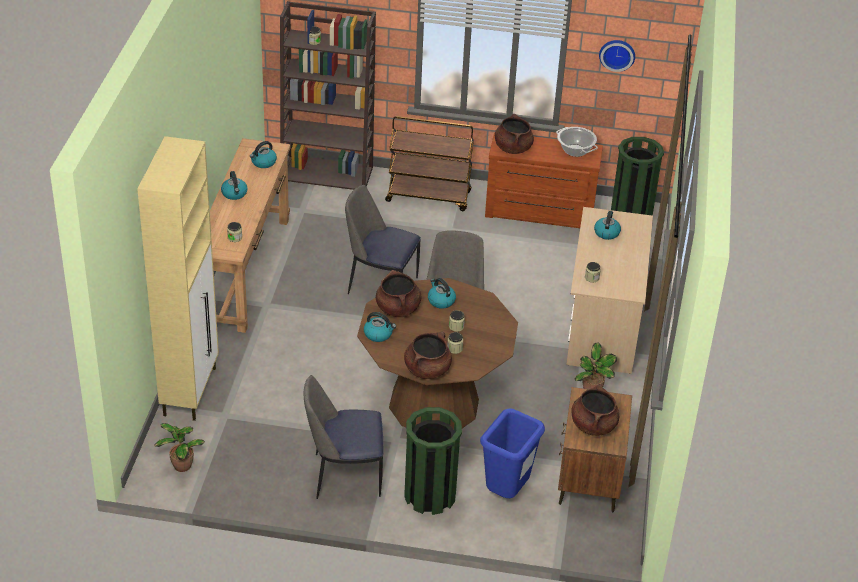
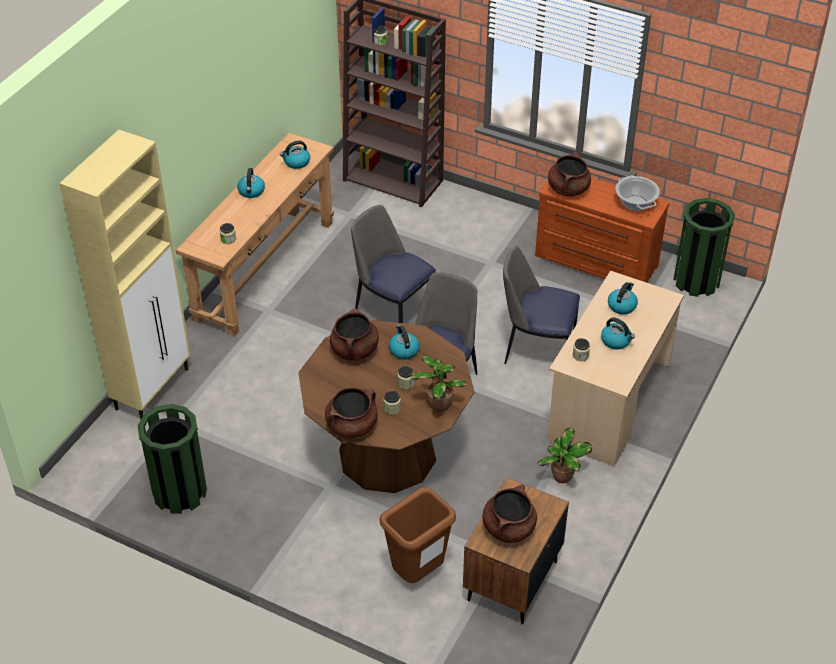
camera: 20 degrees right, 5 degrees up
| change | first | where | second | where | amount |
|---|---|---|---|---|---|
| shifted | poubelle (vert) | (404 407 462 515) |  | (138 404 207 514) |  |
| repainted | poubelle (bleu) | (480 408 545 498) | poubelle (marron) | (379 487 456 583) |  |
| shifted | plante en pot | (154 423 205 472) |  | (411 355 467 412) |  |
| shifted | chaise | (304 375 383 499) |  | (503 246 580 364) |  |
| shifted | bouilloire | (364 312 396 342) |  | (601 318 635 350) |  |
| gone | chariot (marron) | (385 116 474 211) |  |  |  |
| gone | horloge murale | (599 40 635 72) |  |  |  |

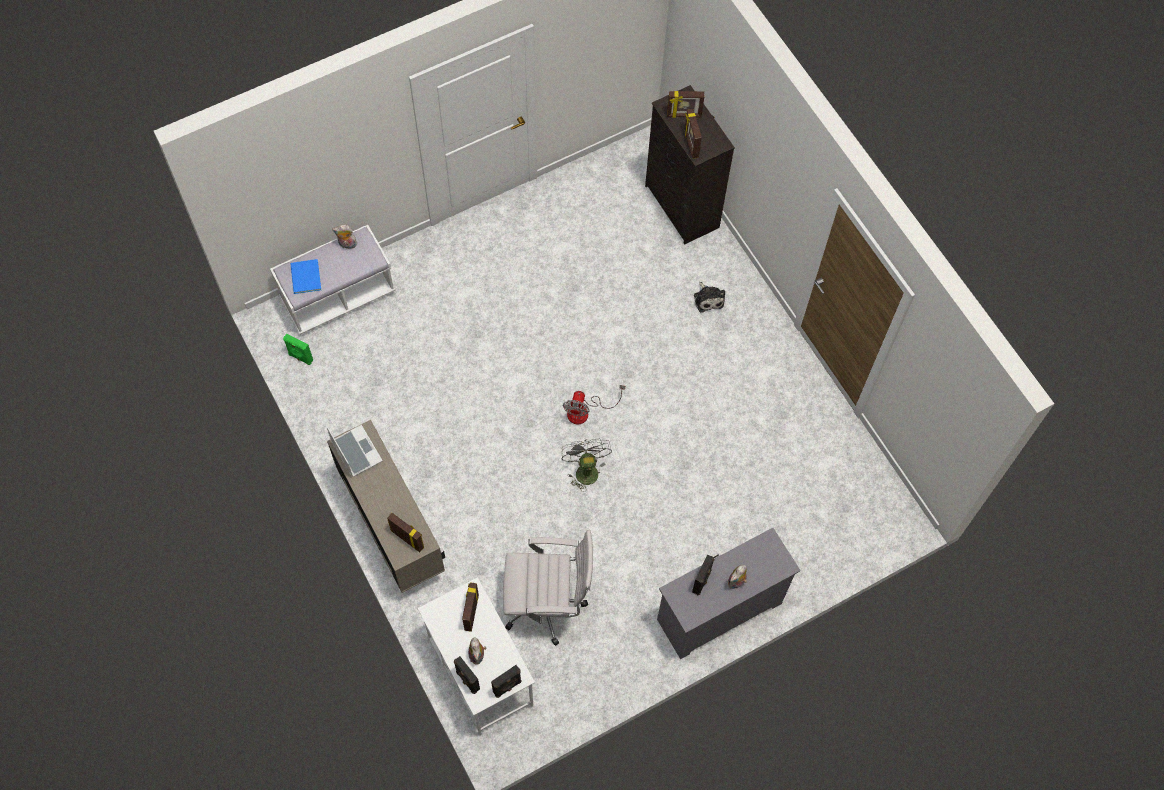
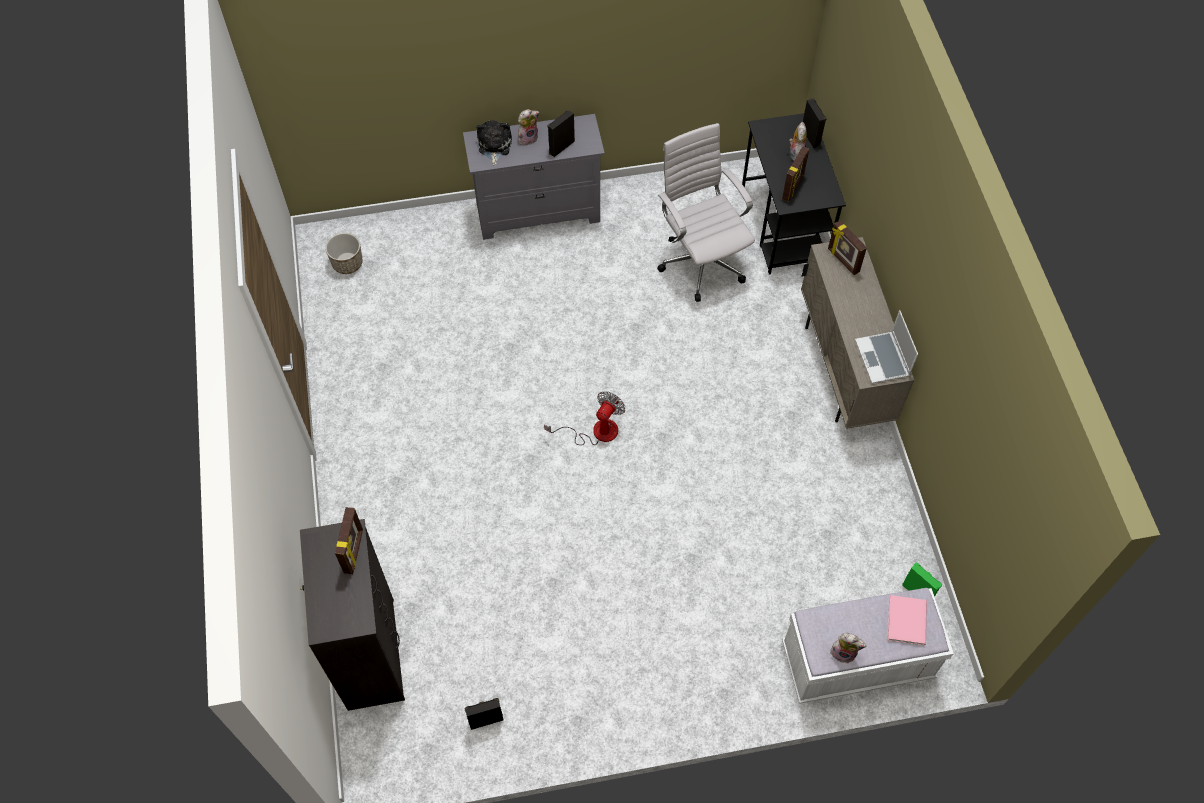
camera: 160 degrees left, 5 degrees down
| change | first | where | second | where | amount |
|---|---|---|---|---|---|
| new |  |  | cache-pot | (325 233 363 274) |  |
| shifted | enceinte (noir) | (491 665 521 698) |  | (464 698 503 730) |  |
| shifted | peluche | (694 282 725 313) |  | (476 120 512 166) |  |
| rotated | chaise de bureau (blanc) | (503 530 593 646) |  | (657 123 755 302) | 45 degrees clockwise |
| repainted | bureau (blanc) | (418 577 535 735) | bureau (noir) | (742 113 846 275) |  |
| repainted | livre (bleu) | (290 259 321 294) | livre (rose) | (888 595 927 645) |  |
| gone | ventilateur (gris) | (561 439 612 492) |  |  |  |
| gone | cadre photo | (667 91 704 118) |  |  |  |

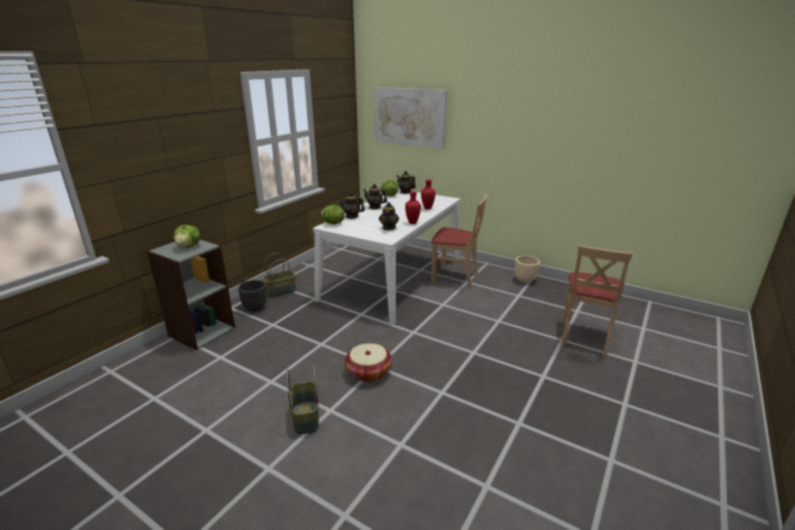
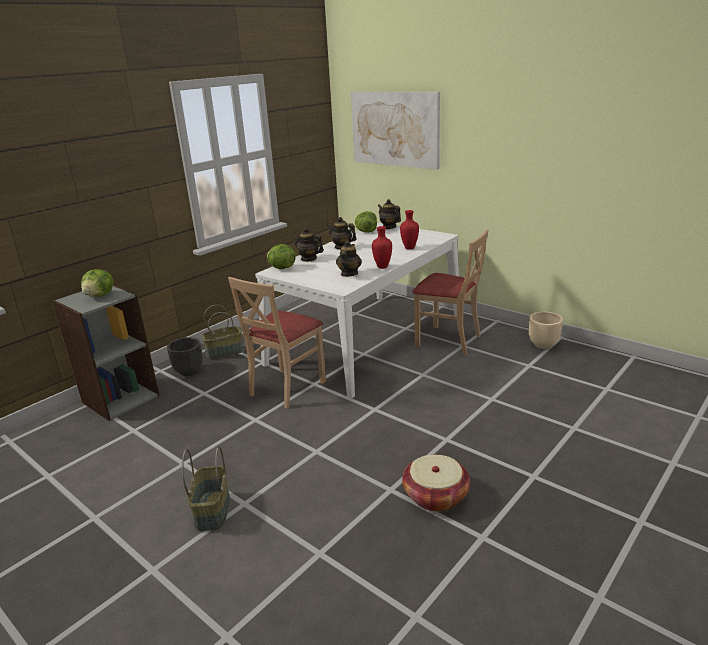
camera: 10 degrees right, 0 degrees up
| change | first | where | second | where | amount |
|---|---|---|---|---|---|
| shifted | chaise (beige) | (561 245 633 356) |  | (228 277 326 409) |  |
| shifted | panier | (345 343 392 382) |  | (402 455 470 512) |  |

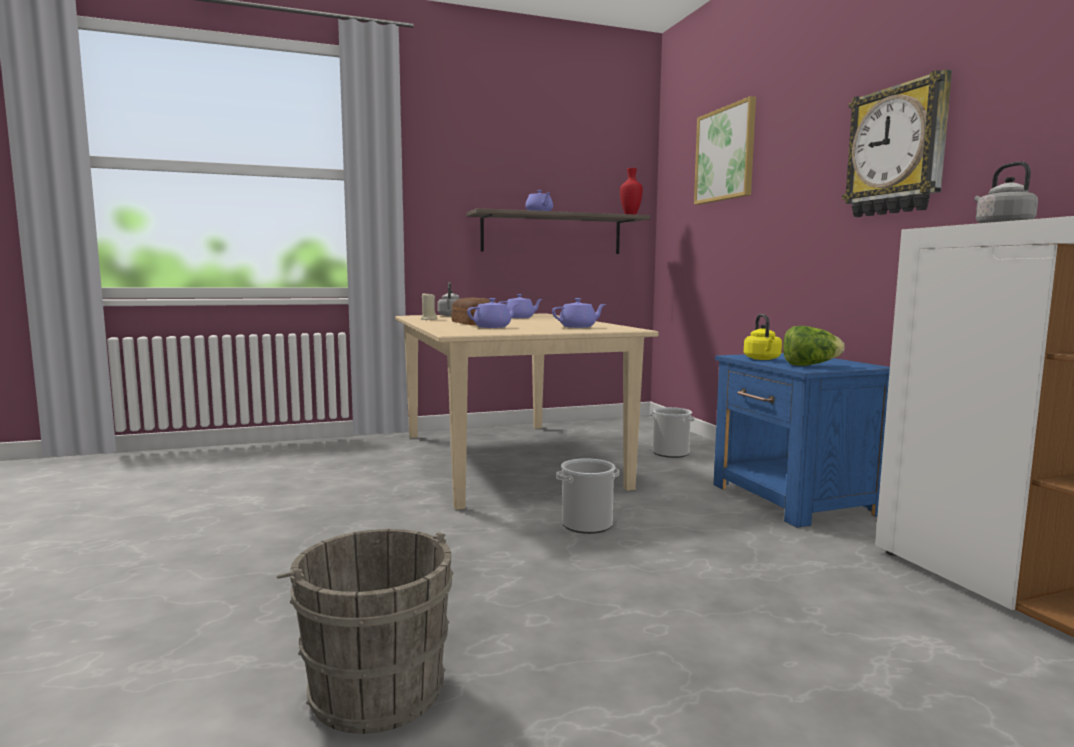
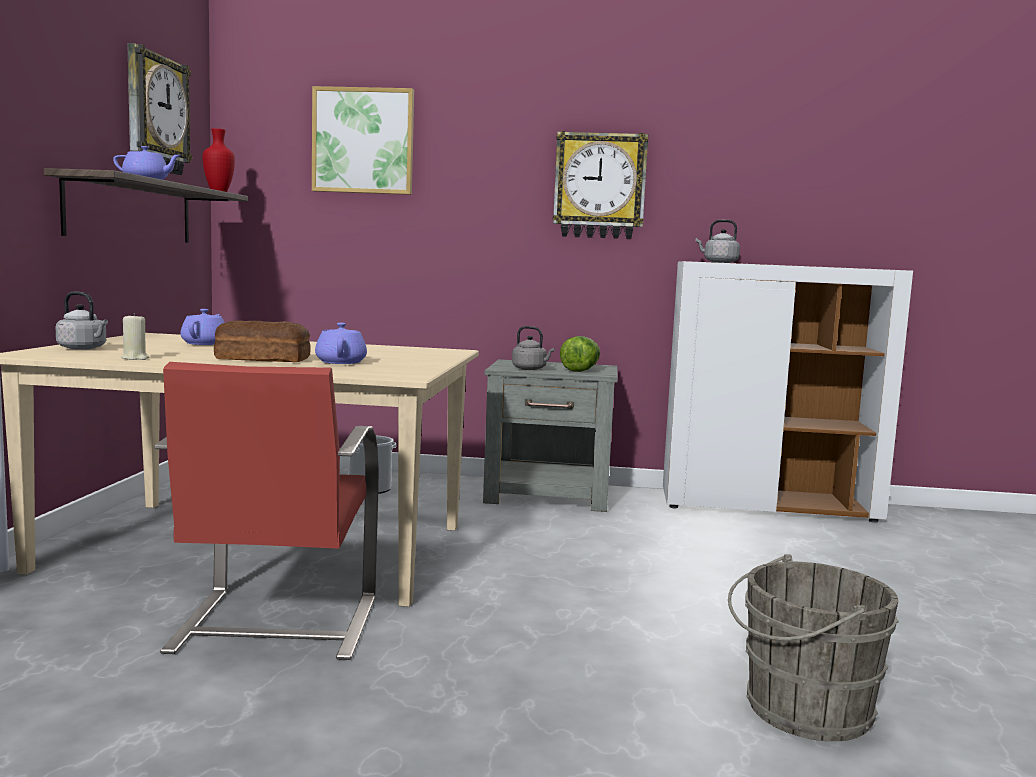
camera: 65 degrees left, 0 degrees up
| change | first | where | second | where | amount |
|---|---|---|---|---|---|
| new |  |  | horloge murale | (127 43 192 175) |  |
| new |  |  | chaise (rouge) | (154 362 379 660) |  |
| repainted | table de chevet (bleu) | (714 353 890 528) | table de chevet (gris) | (483 359 618 512) |  |
| repainted | bouilloire (jaune) | (744 314 782 360) | bouilloire (gris) | (512 326 555 370) |  |
| gone | théière (violet) | (552 298 606 328) |  |  |  |
| gone | seau | (556 459 619 534) |  |  |  |

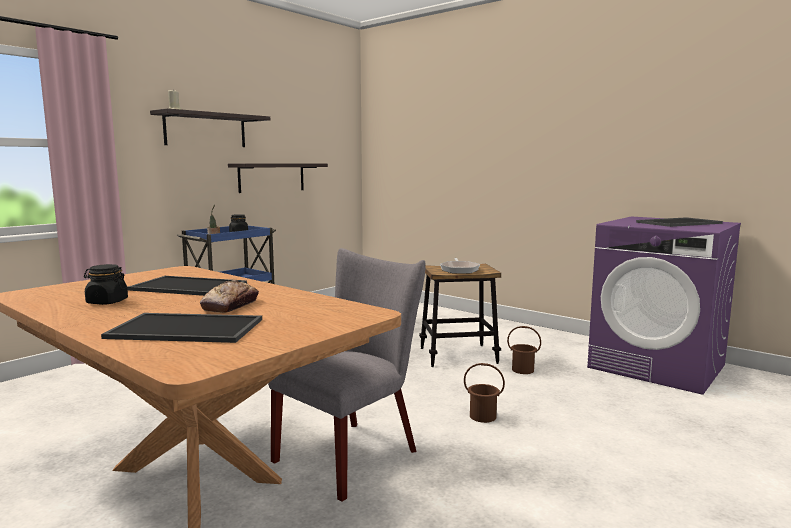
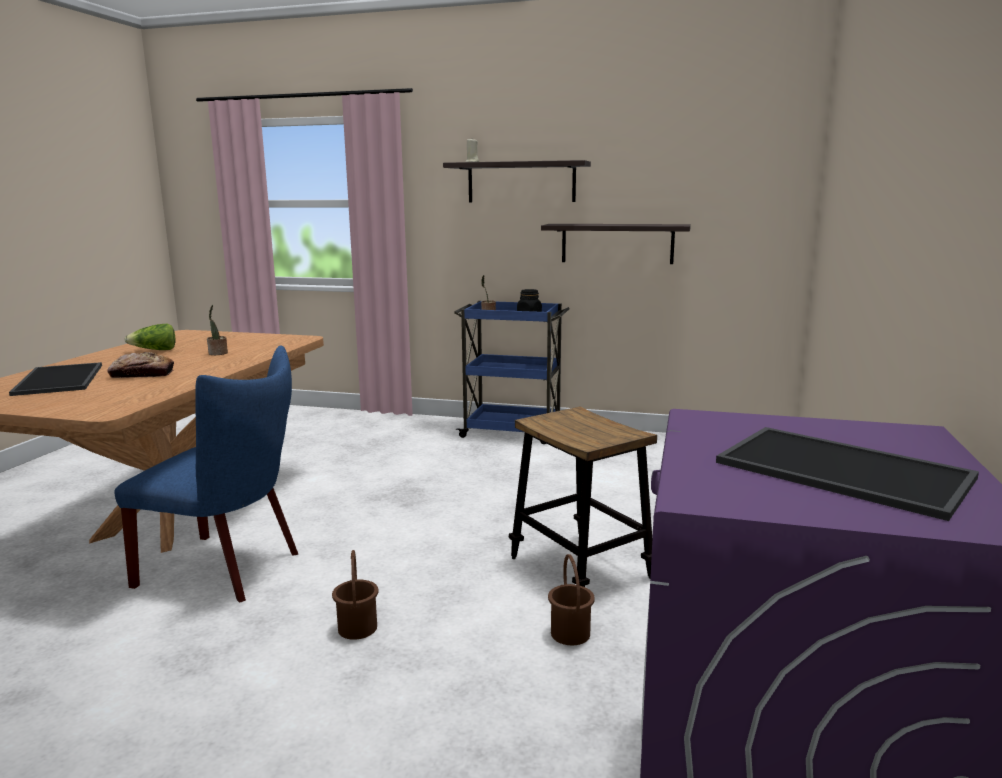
camera: 65 degrees right, 5 degrees up
| change | first | where | second | where | amount |
|---|---|---|---|---|---|
| repainted | chaise (gris) | (268 248 426 502) | chaise (bleu) | (114 345 298 603) |  |
| swapped | bocal (noir) | (84 264 128 305) | laitue | (124 324 176 350) |  |
| swapped | plateau | (127 276 247 296) | plante en pot | (207 305 228 355) |  |
| gone | poêle | (440 258 480 274) |  |  |  |

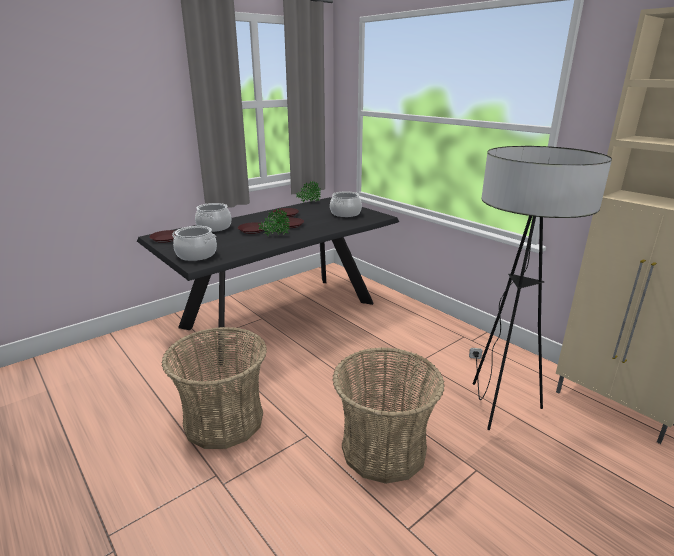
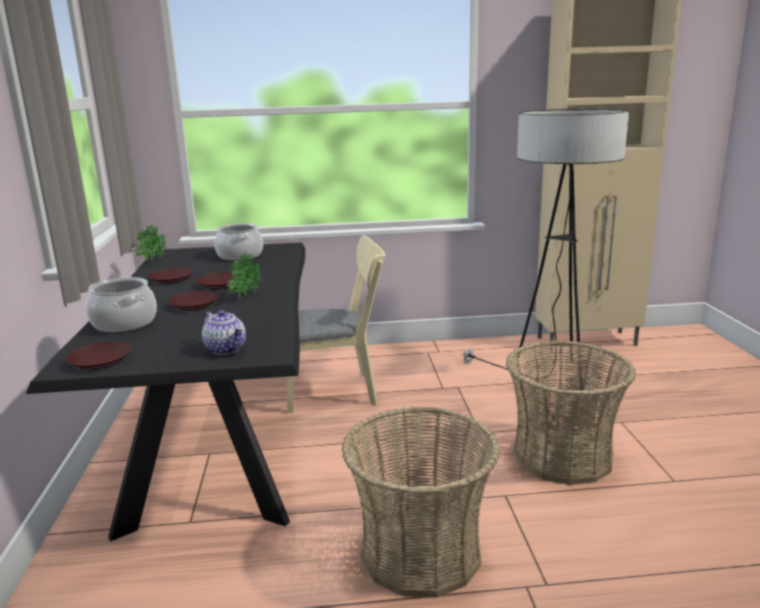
camera: 55 degrees left, 5 degrees down
| change | first | where | second | where | amount |
|---|---|---|---|---|---|
| swapped | marmite | (172 226 217 261) | théière | (202 310 246 355) |  |
| new |  |  | chaise (beige) | (285 235 385 413) |  |

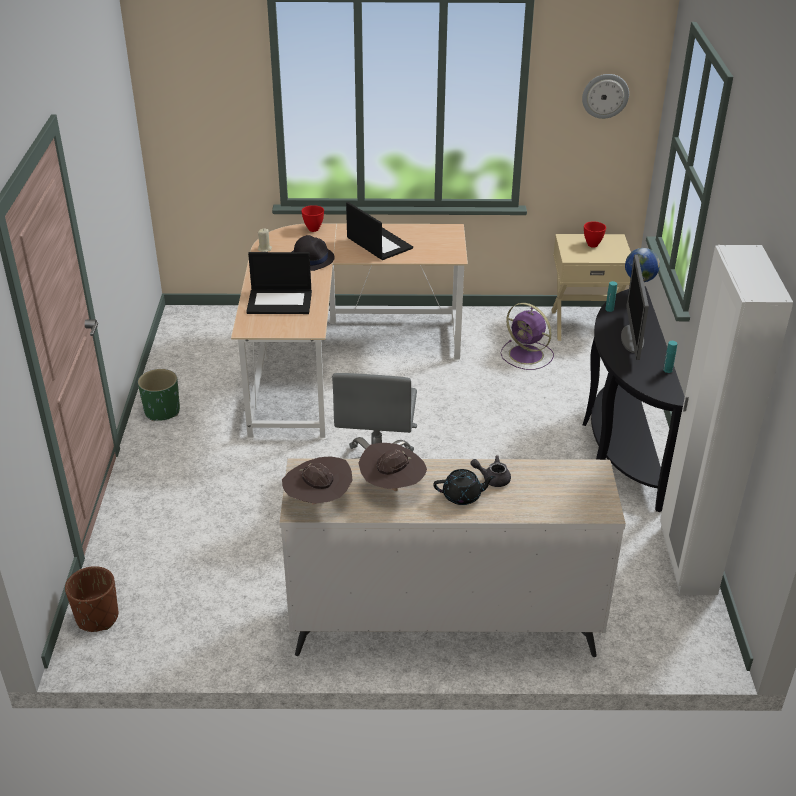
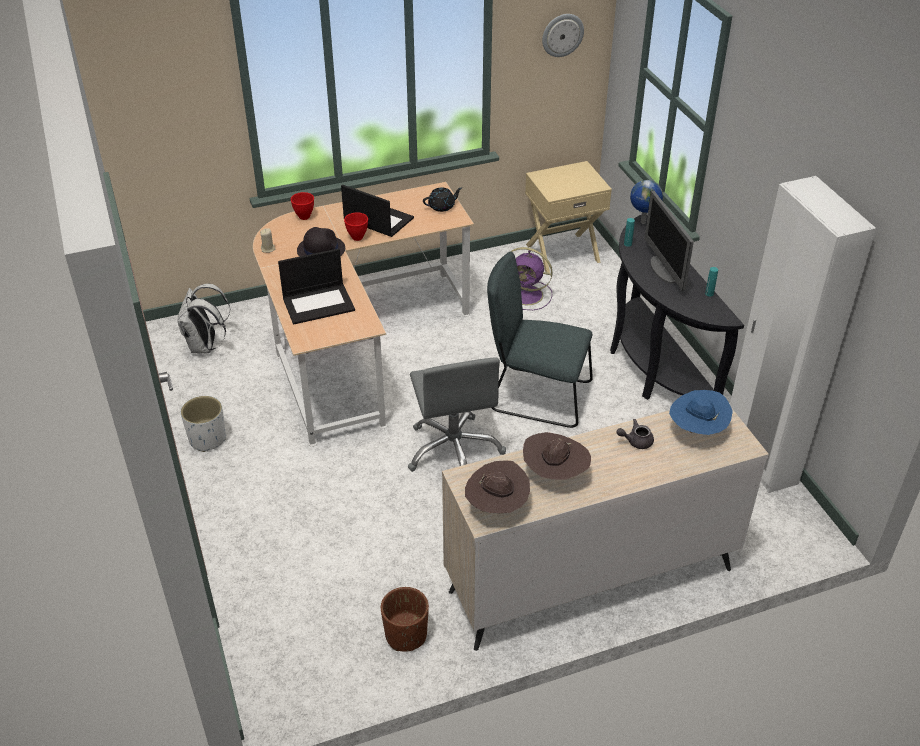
camera: 20 degrees left, 5 degrees up
| change | first | where | second | where | amount |
|---|---|---|---|---|---|
| new |  |  | sac à dos (blanc) | (177 284 230 353) |  |
| repainted | cache-pot (vert) | (138 369 180 421) | cache-pot (blanc) | (181 396 226 452) |  |
| shifted | bol (rouge) | (584 221 606 248) |  | (344 212 368 241) |  |
| shifted | cache-pot (marron) | (65 566 118 632) |  | (381 587 429 652) |  |
| shifted | théière (noir) | (433 469 496 505) |  | (423 188 462 212) |  |
| new |  |  | chaise (gris) | (487 251 593 428) |  |
| new |  |  | chapeau (bleu) | (669 390 733 435) |  |

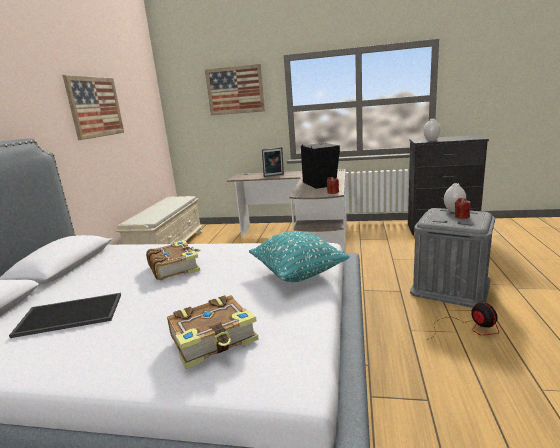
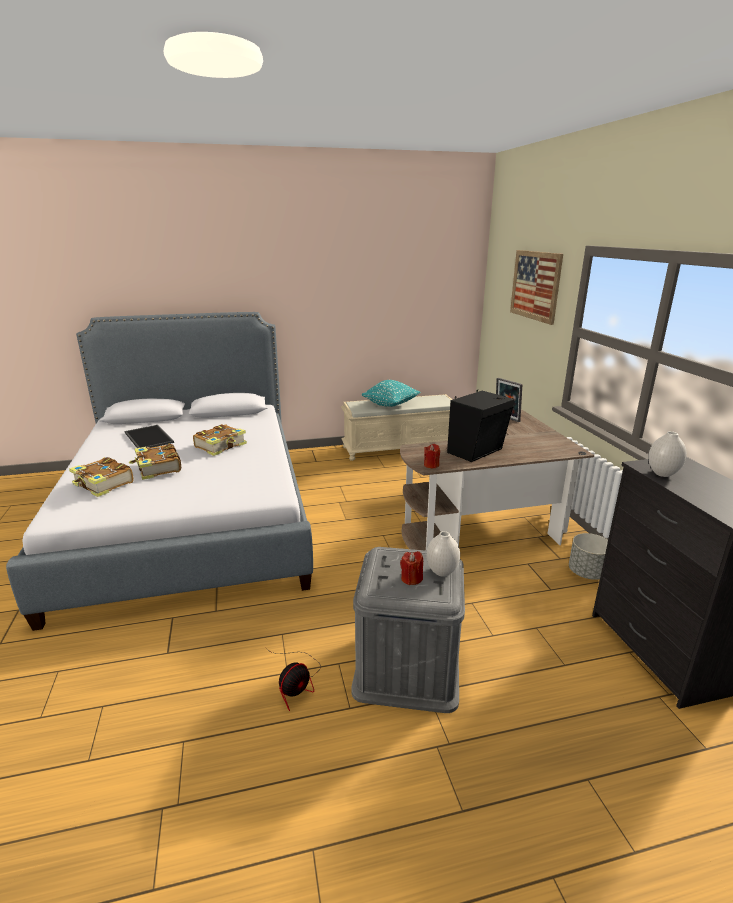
camera: 65 degrees right, 5 degrees up
| change | first | where | second | where | amount |
|---|---|---|---|---|---|
| new |  |  | livre | (129 444 181 480) |  |
| shifted | coussin (turquoise) | (249 231 350 282) |  | (362 380 420 407) |  |
| new |  |  | cache-pot (gris) | (569 533 608 580) |  |
| gone | tableau | (63 75 124 140) |  |  |  |

